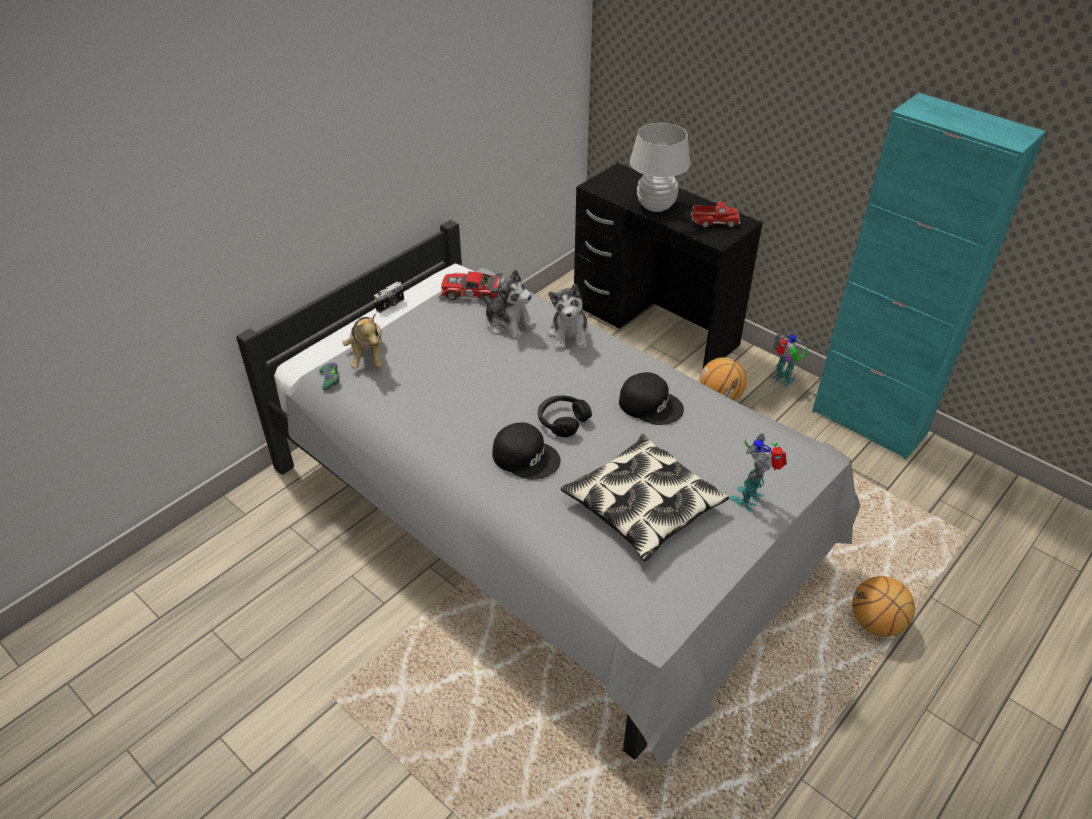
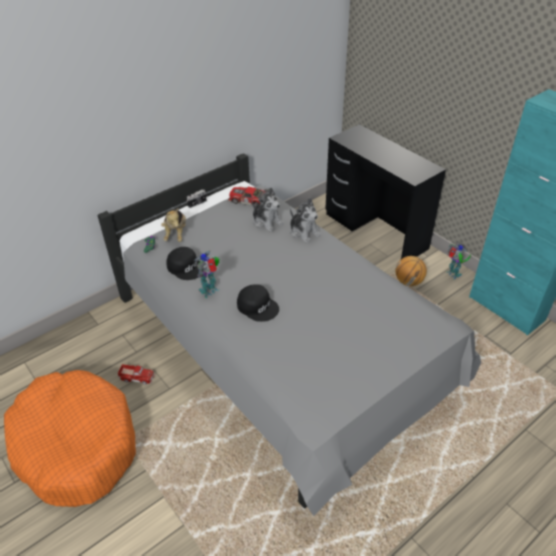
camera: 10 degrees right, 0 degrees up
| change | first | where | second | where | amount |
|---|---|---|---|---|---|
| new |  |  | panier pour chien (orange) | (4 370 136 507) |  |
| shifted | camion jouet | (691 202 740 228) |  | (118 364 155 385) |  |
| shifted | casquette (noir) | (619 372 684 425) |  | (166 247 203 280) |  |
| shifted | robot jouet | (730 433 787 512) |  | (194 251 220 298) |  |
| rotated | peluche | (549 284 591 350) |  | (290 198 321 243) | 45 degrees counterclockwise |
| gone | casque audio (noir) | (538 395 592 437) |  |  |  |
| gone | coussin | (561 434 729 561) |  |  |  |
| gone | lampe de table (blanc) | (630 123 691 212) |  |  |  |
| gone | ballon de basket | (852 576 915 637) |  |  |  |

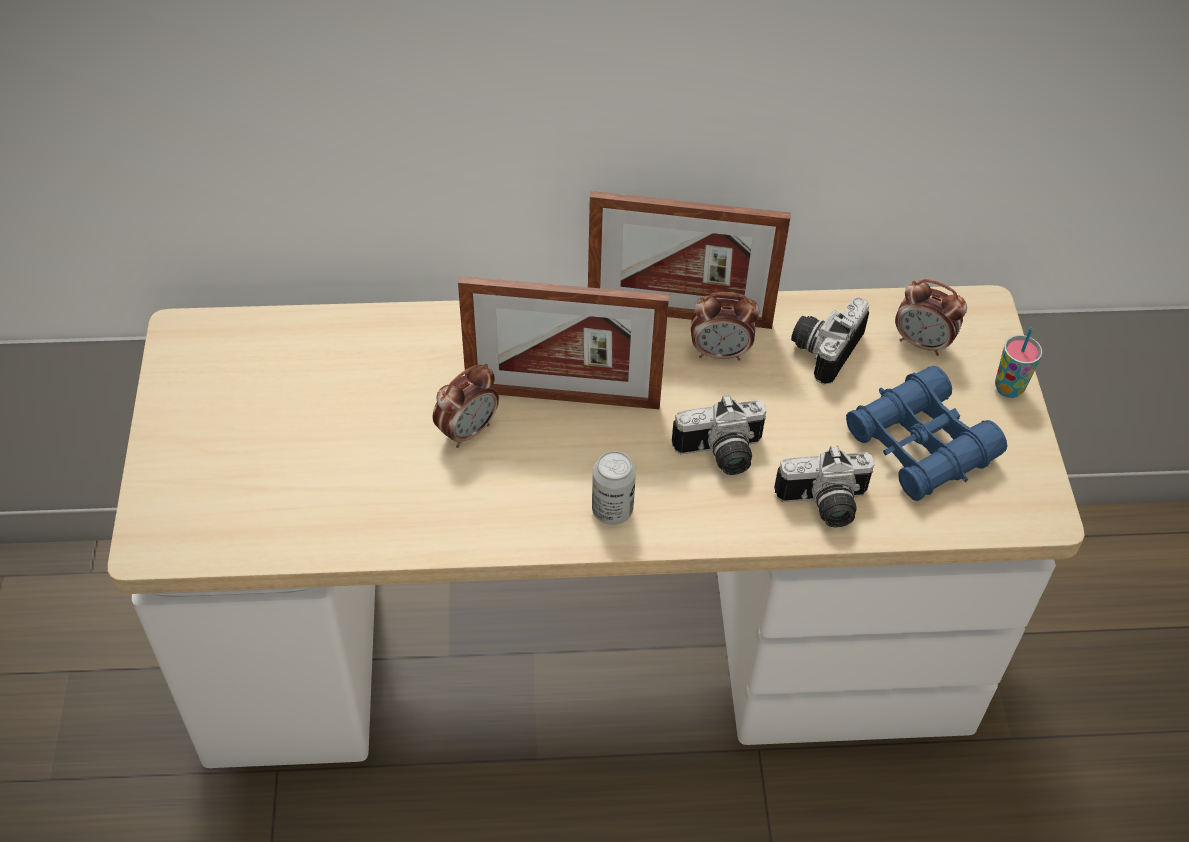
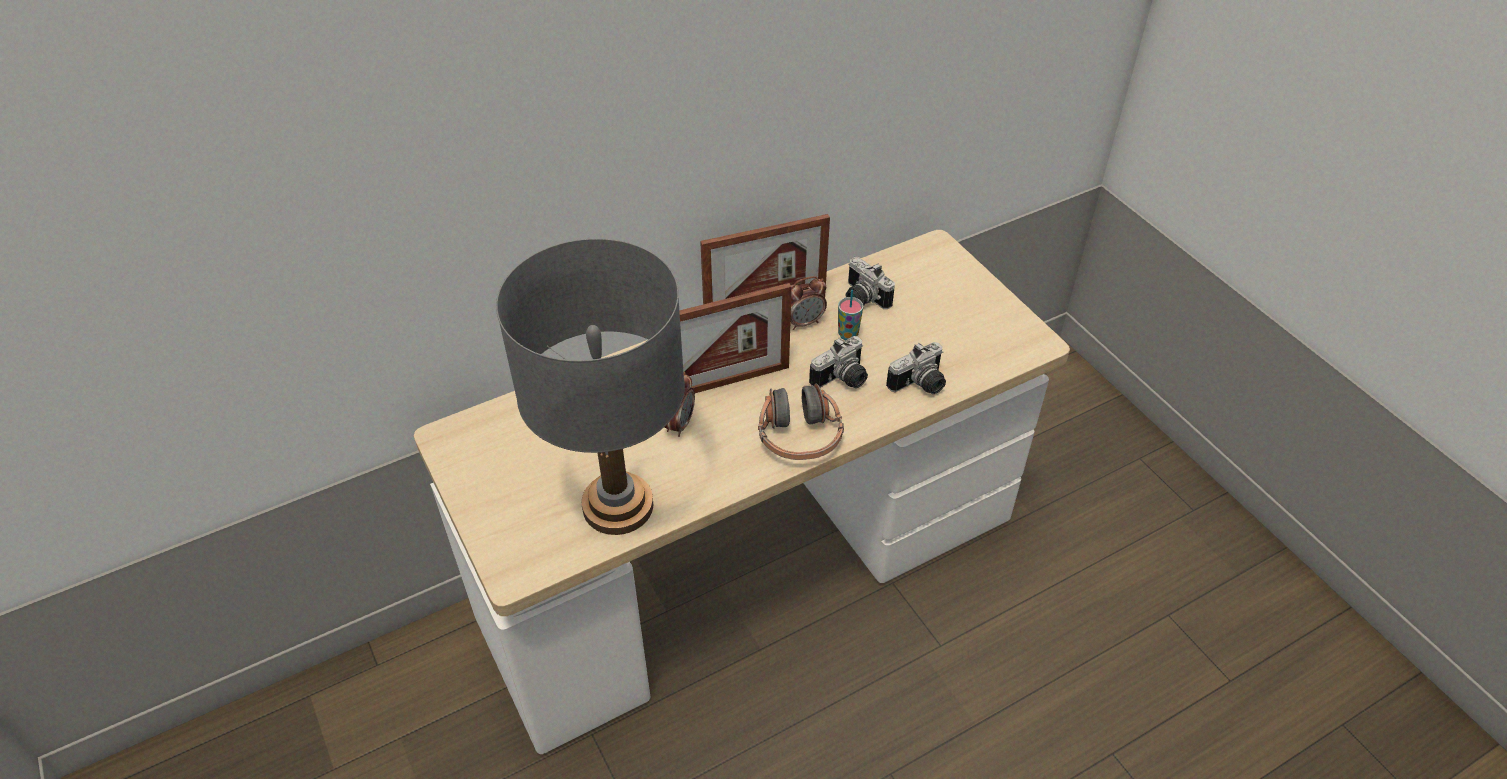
camera: 25 degrees left, 5 degrees down
| change | first | where | second | where | amount |
|---|---|---|---|---|---|
| new |  |  | lampe de table (gris) | (496 239 685 535) |  |
| swapped | boîte métallique | (592 451 636 525) | casque audio | (758 383 844 460) |  |
| shifted | tasse | (995 328 1043 398) |  | (838 289 863 340) |  |
| rotated | appareil photo | (791 297 869 385) |  | (846 257 895 309) | 45 degrees counterclockwise |
| gone | jumelles (bleu) | (846 366 1007 501) |  |  |  |
| gone | réveil | (895 279 967 356) |  |  |  |

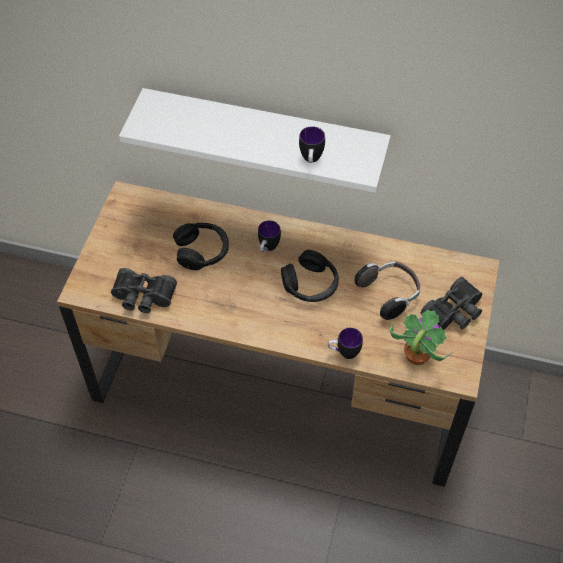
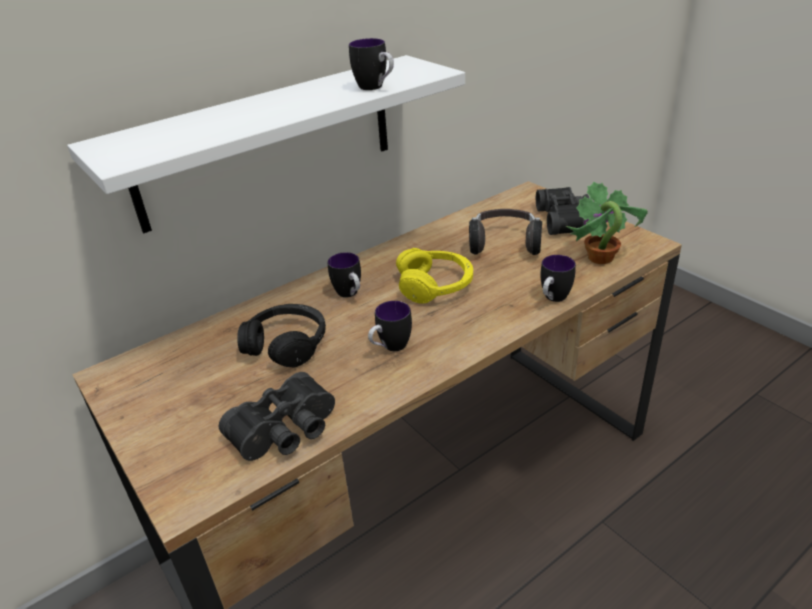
camera: 50 degrees left, 20 degrees down
| change | first | where | second | where | amount |
|---|---|---|---|---|---|
| new |  |  | mug | (368 301 412 351) |  |
| repainted | casque audio (noir) | (281 250 339 302) | casque audio (jaune) | (396 248 473 304) |  |

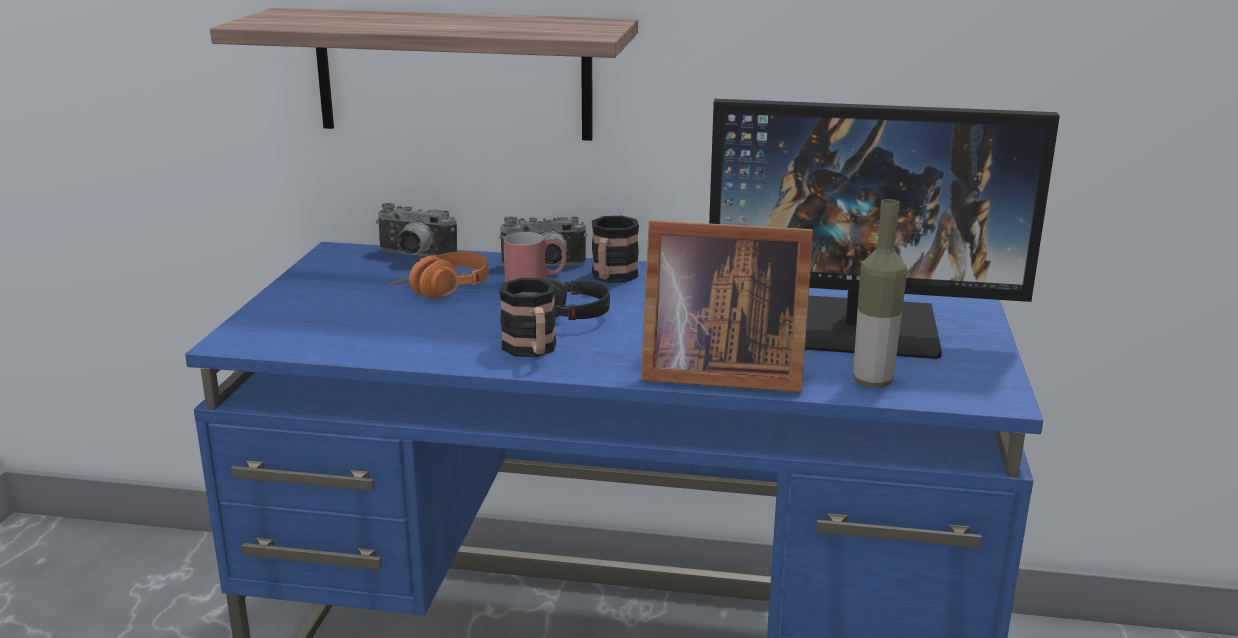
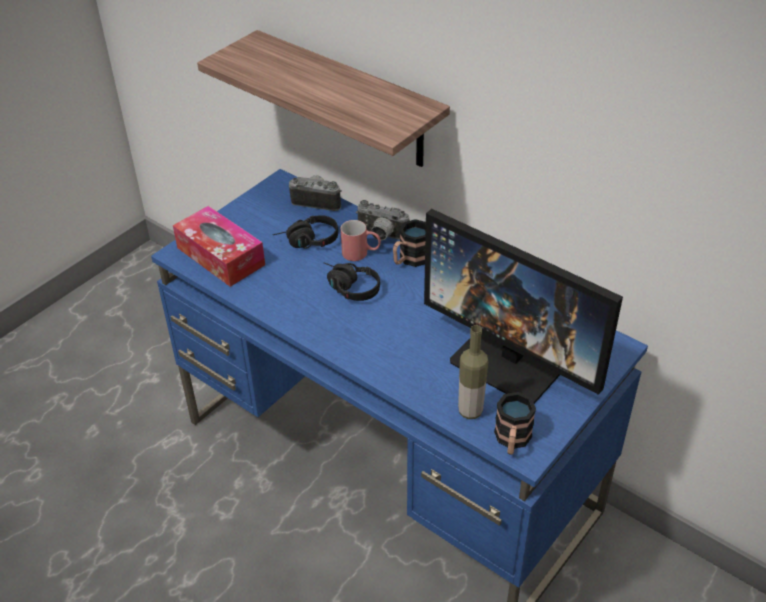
camera: 30 degrees right, 20 degrees up
| change | first | where | second | where | amount |
|---|---|---|---|---|---|
| new |  |  | boîte à mouchoirs | (173 206 265 287) |  |
| repainted | casque audio (orange) | (388 251 489 299) | casque audio (noir) | (273 215 338 249) |  |
| rotated | appareil photo | (376 203 457 256) |  | (289 175 342 211) | 150 degrees clockwise |
| shifted | mug | (499 278 556 357) |  | (494 392 536 455) |  |
| gone | cadre photo | (641 220 813 393) |  |  |  |

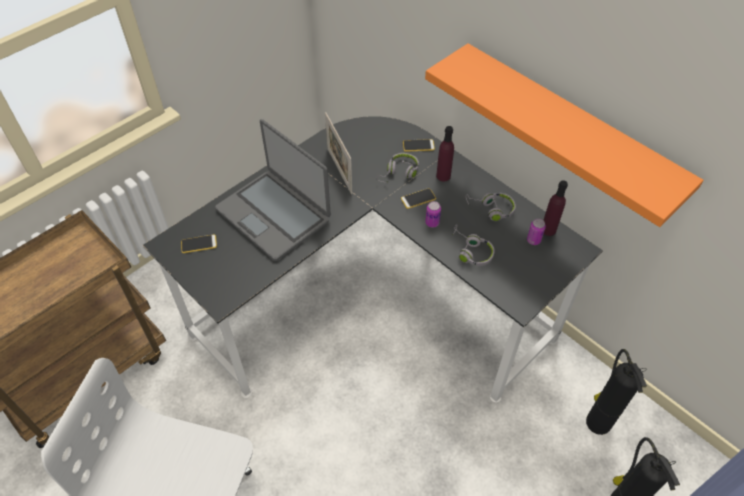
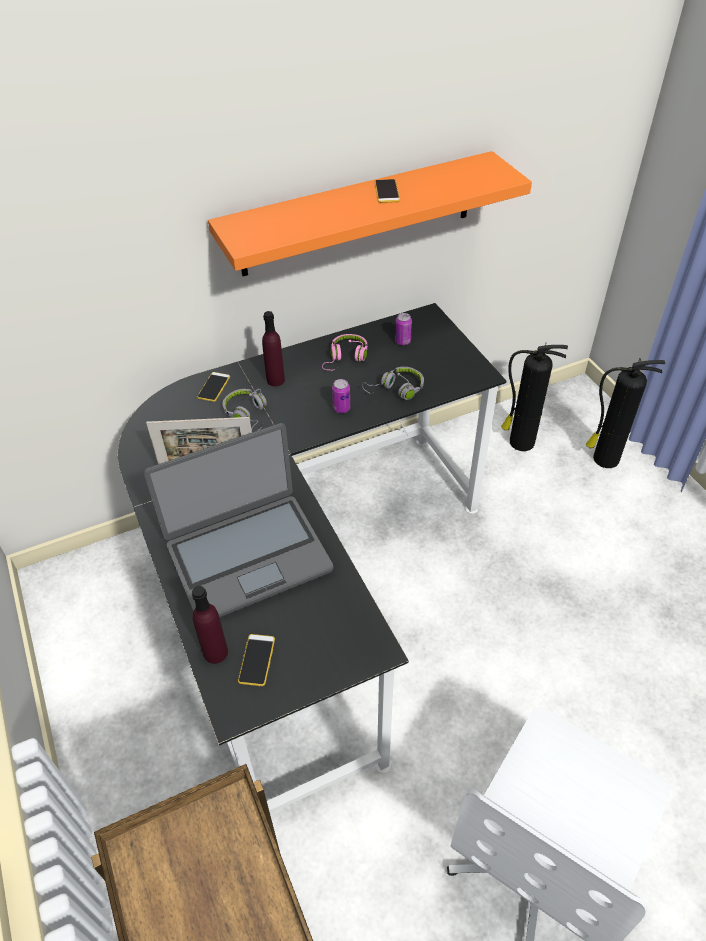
camera: 70 degrees left, 5 degrees down
| change | first | where | second | where | amount |
|---|---|---|---|---|---|
| shifted | bouteille (violet) | (543 180 568 236) |  | (192 586 228 664) |  |
| repainted | casque audio (gris) | (466 193 516 221) | casque audio (rose) | (322 334 367 370) |  |
| shifted | téléphone | (401 188 436 209) |  | (375 179 400 203) |  |

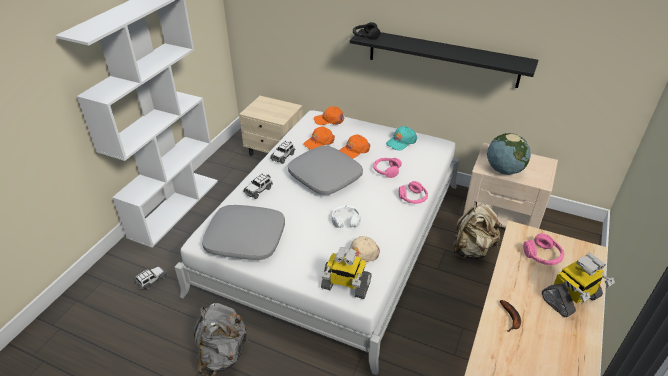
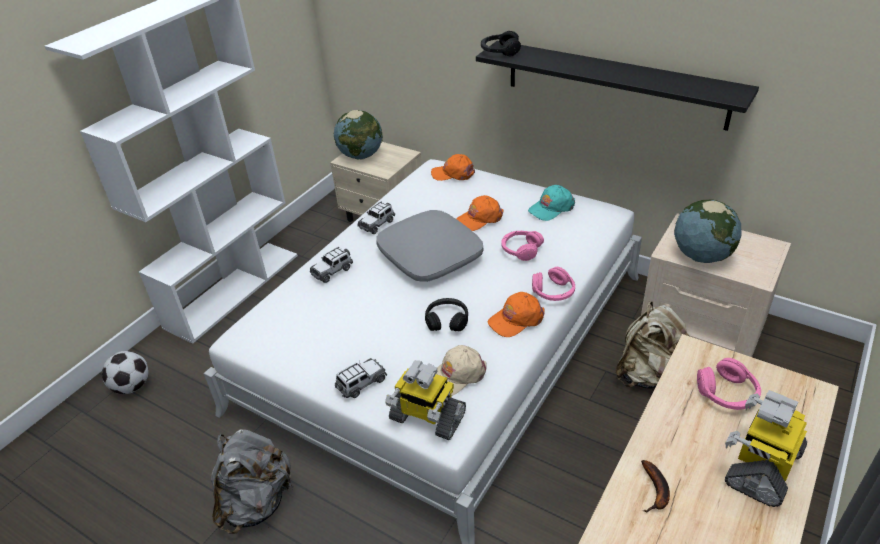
camera: 10 degrees right, 0 degrees up
| change | first | where | second | where | amount |
|---|---|---|---|---|---|
| new |  |  | ballon de foot | (102 351 149 394) |  |
| new |  |  | globe | (334 110 383 160) |  |
| shifted | petite voiture | (135 266 167 290) |  | (335 358 387 398) |  |
| repainted | casque audio (blanc) | (332 205 361 228) | casque audio (noir) | (425 298 468 331) |  |
| shifted | casquette (orange) | (303 127 335 150) |  | (488 292 545 337) |  |
| rotated | robot jouet | (542 253 615 317) |  | (725 390 807 507) | 150 degrees clockwise |
| gone | coussin (gris) | (202 205 285 260) |  |  |  |

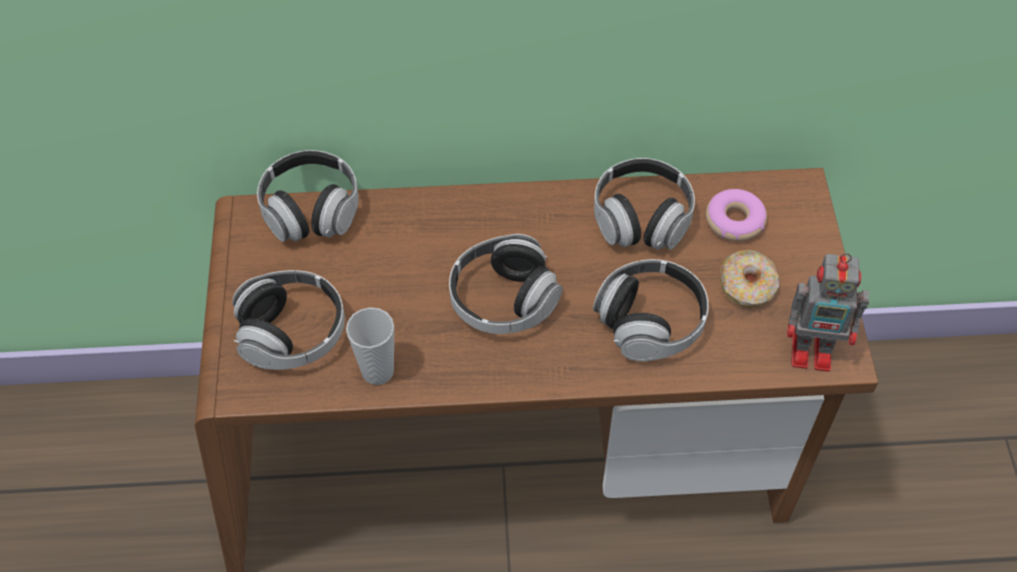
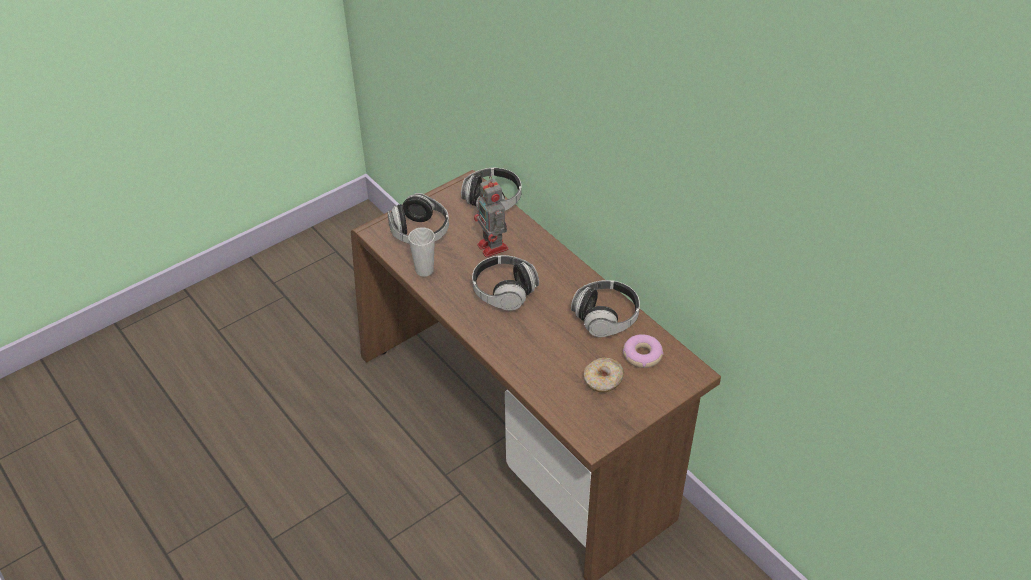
camera: 55 degrees right, 10 degrees down
| change | first | where | second | where | amount |
|---|---|---|---|---|---|
| shifted | robot jouet | (787 253 869 372) |  | (474 177 509 257) |  |
| gone | casque audio | (593 259 709 362) |  |  |  |

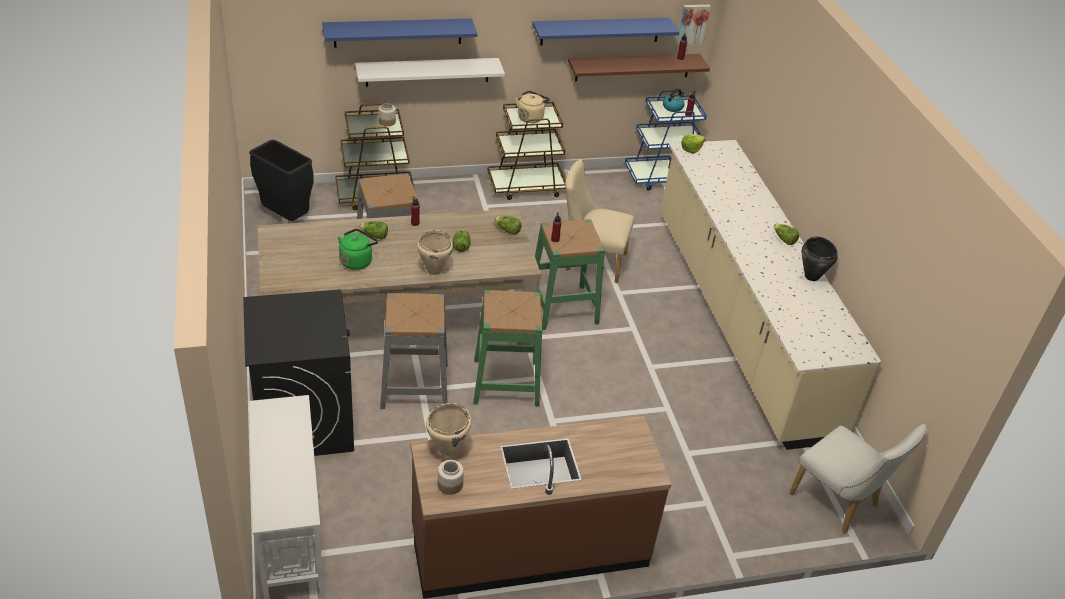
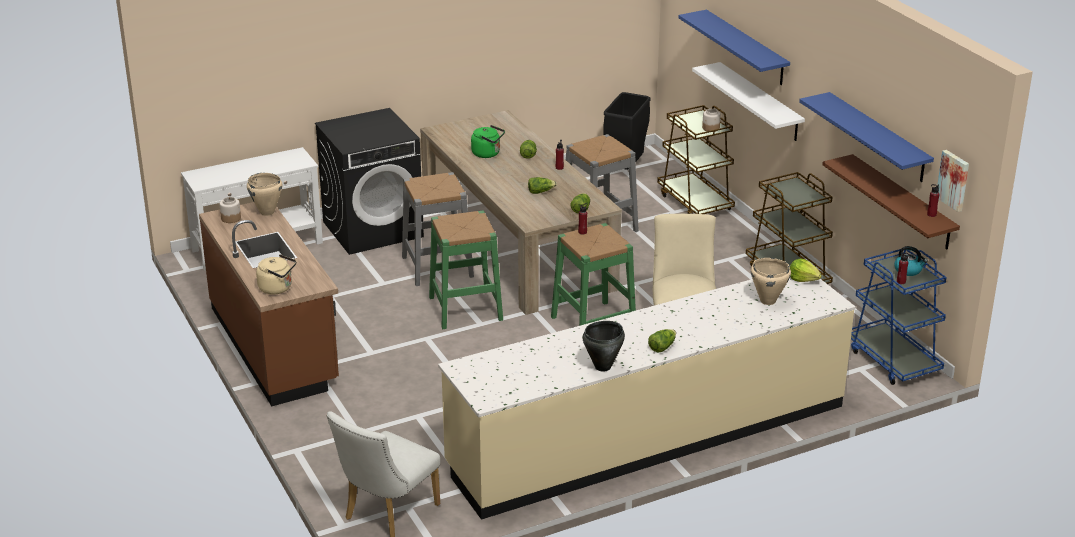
camera: 80 degrees right, 10 degrees down
| change | first | where | second | where | amount |
|---|---|---|---|---|---|
| shifted | bouilloire (beige) | (515 91 550 123) |  | (256 254 297 295) |  |
| shifted | marmite (beige) | (417 230 453 275) |  | (751 258 791 305) |  |

